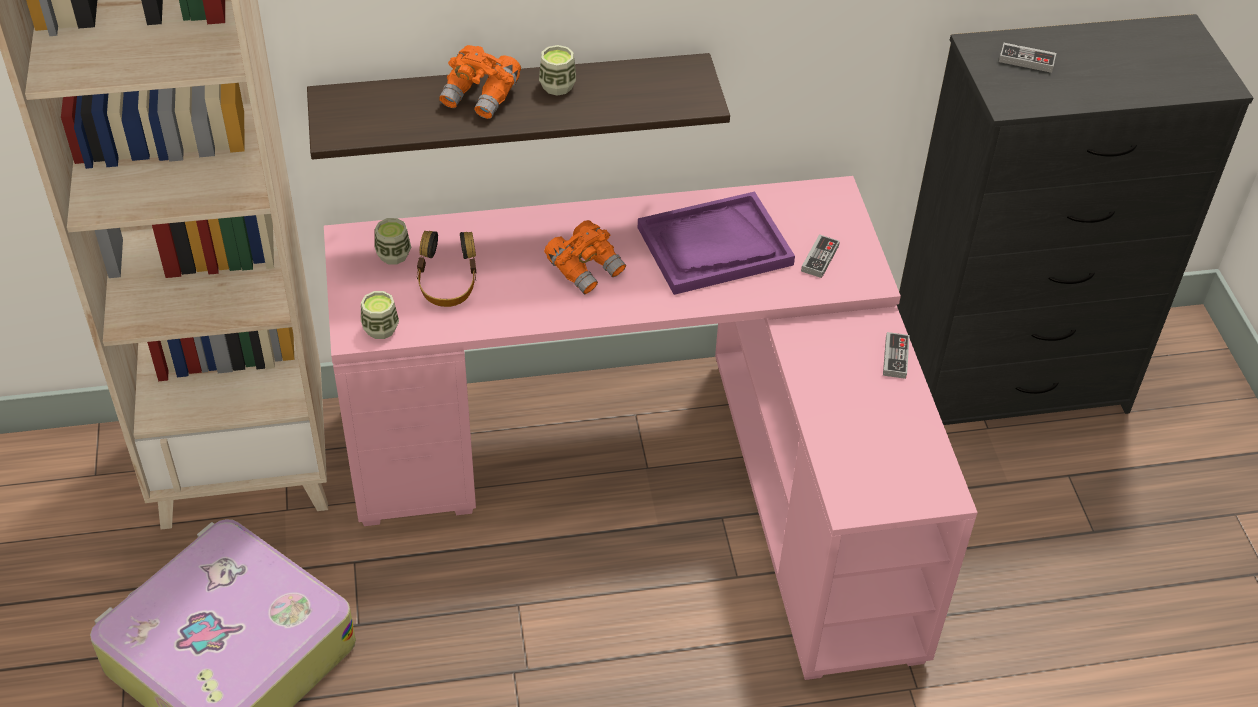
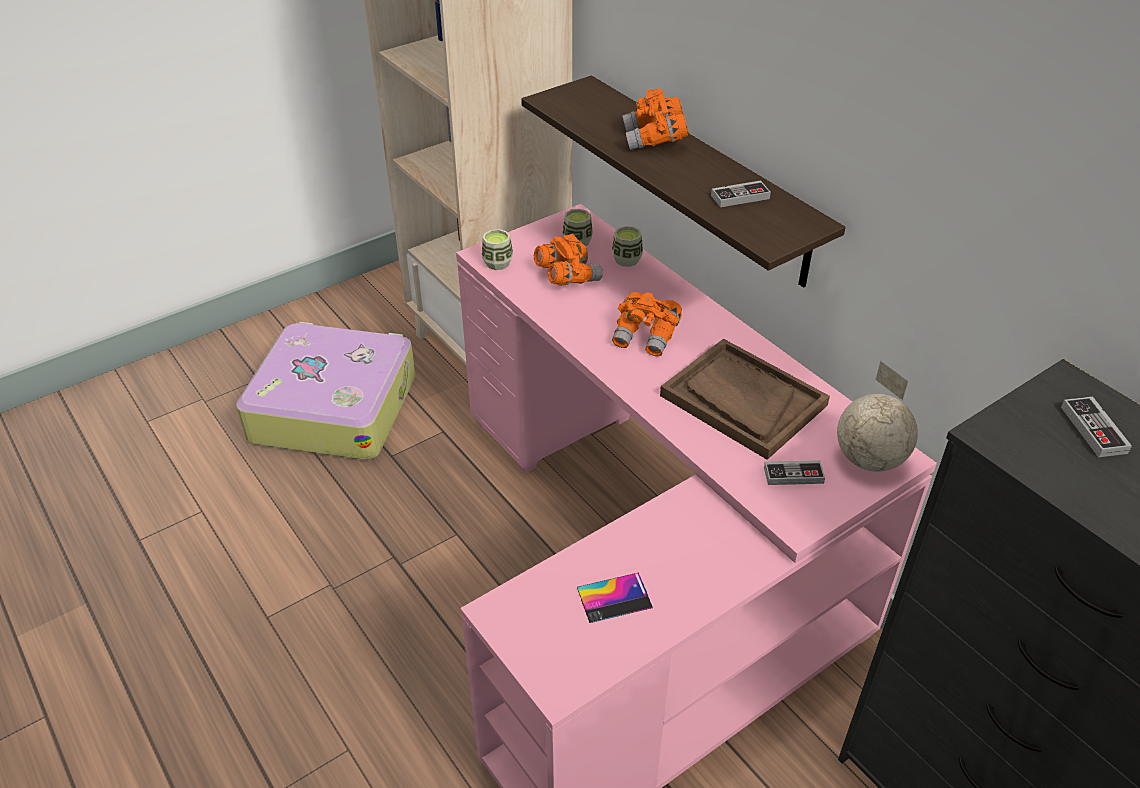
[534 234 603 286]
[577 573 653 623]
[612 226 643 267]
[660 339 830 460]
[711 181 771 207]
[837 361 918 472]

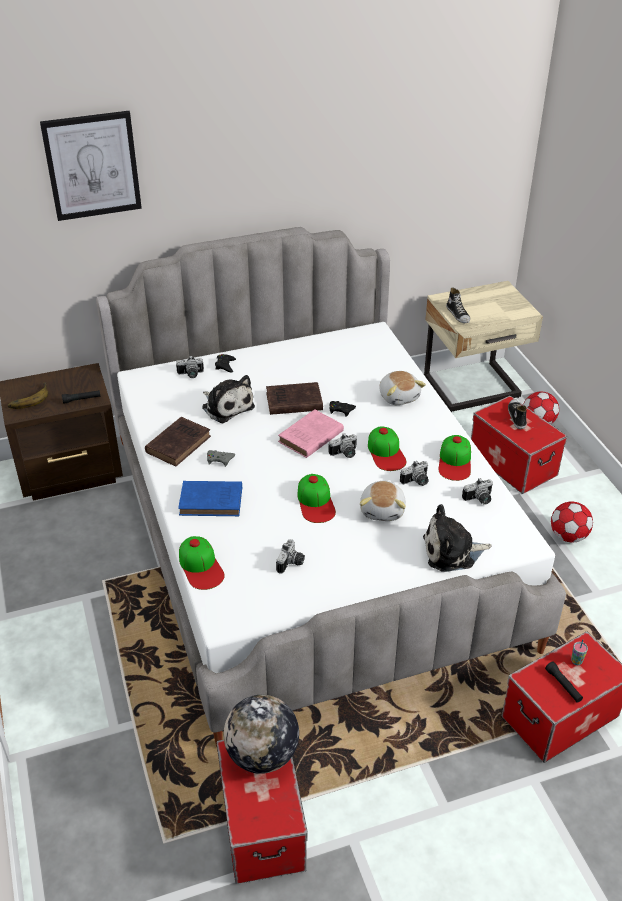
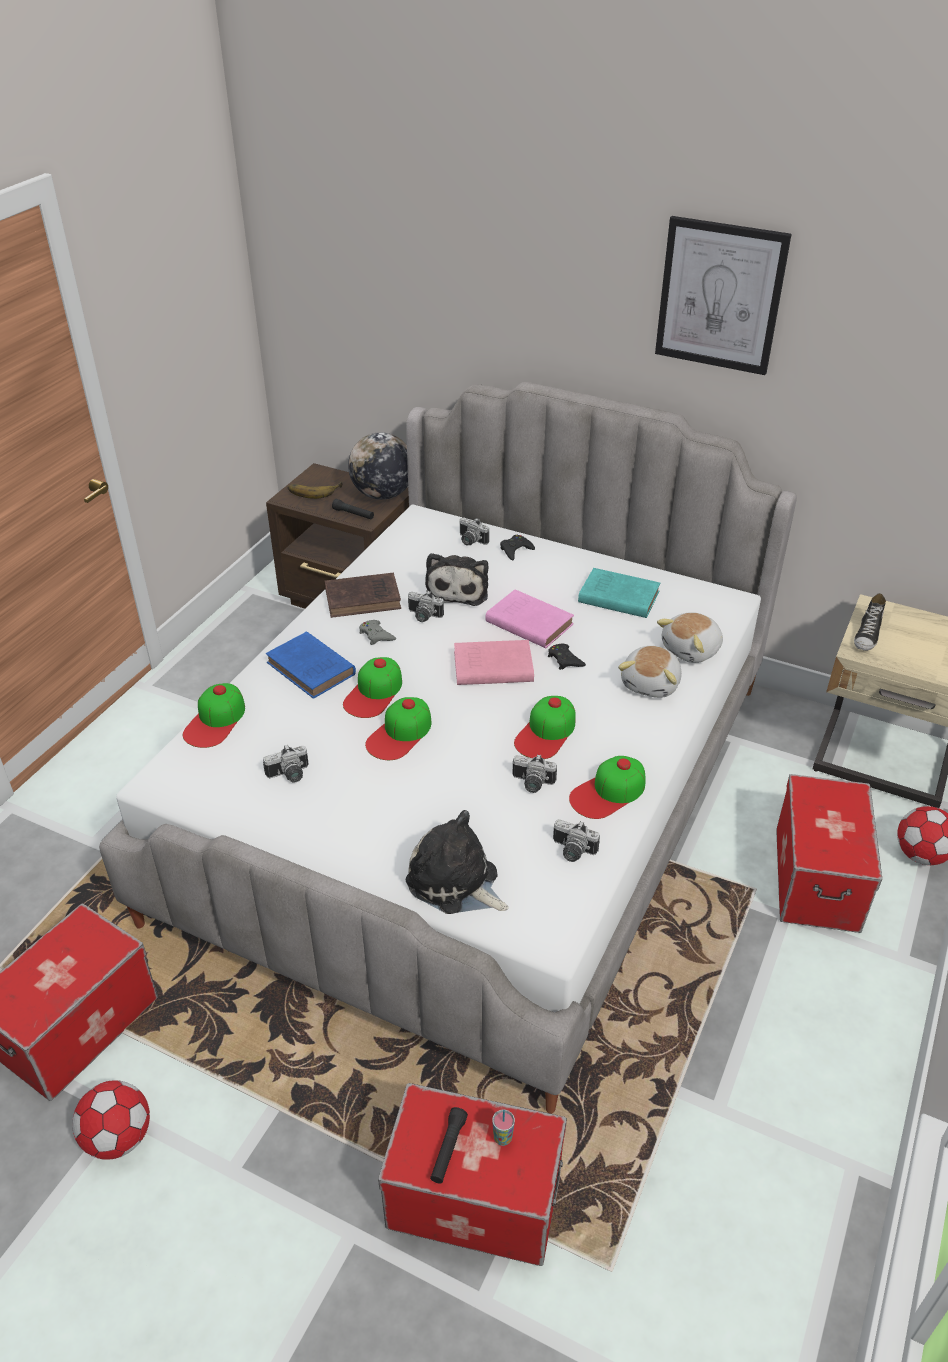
[72 1080 150 1160]
[343 657 402 718]
[348 432 408 500]
[408 591 444 622]
[485 589 574 648]
[578 568 660 618]
[655 216 792 375]
[657 612 723 663]
[508 399 527 429] (first image)

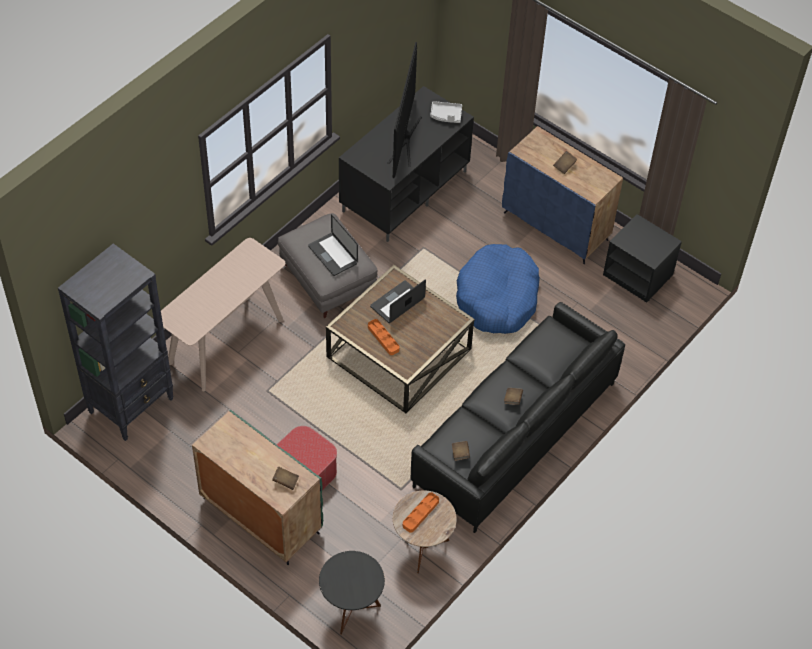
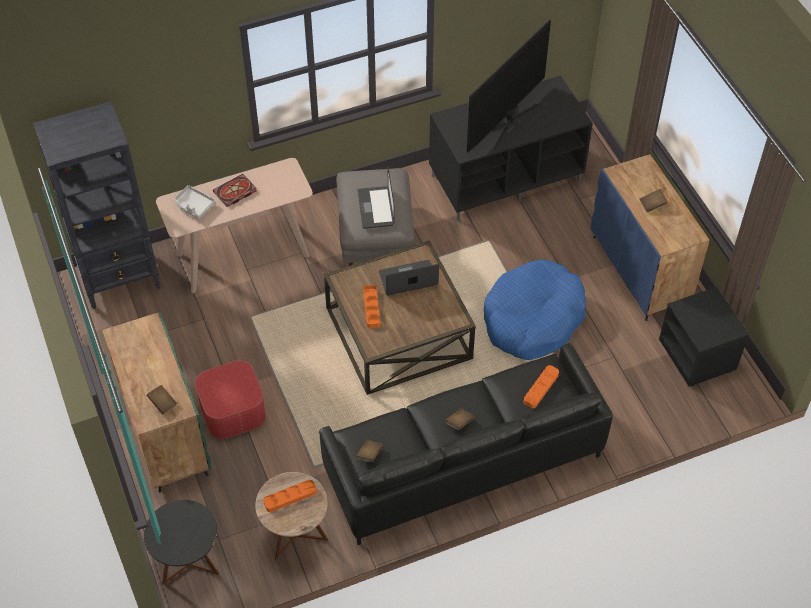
[174 185 216 219]
[213 174 257 207]
[523 365 559 408]

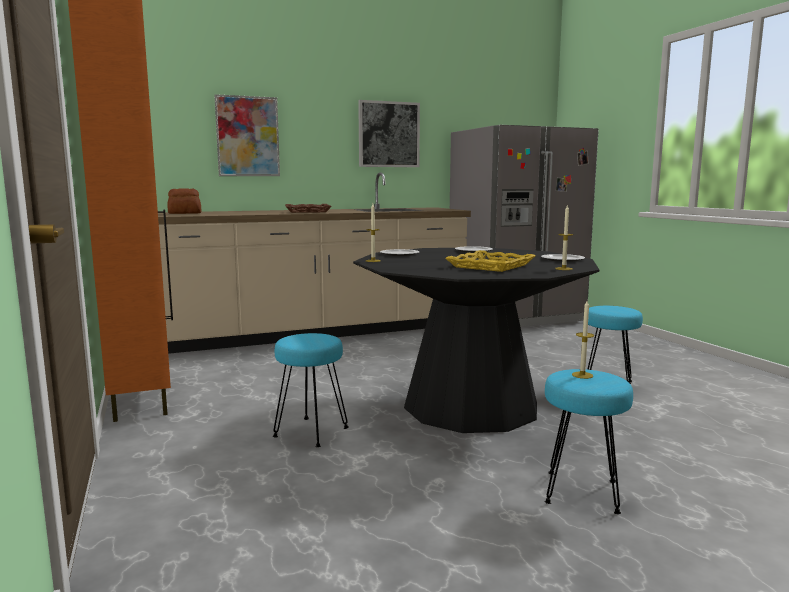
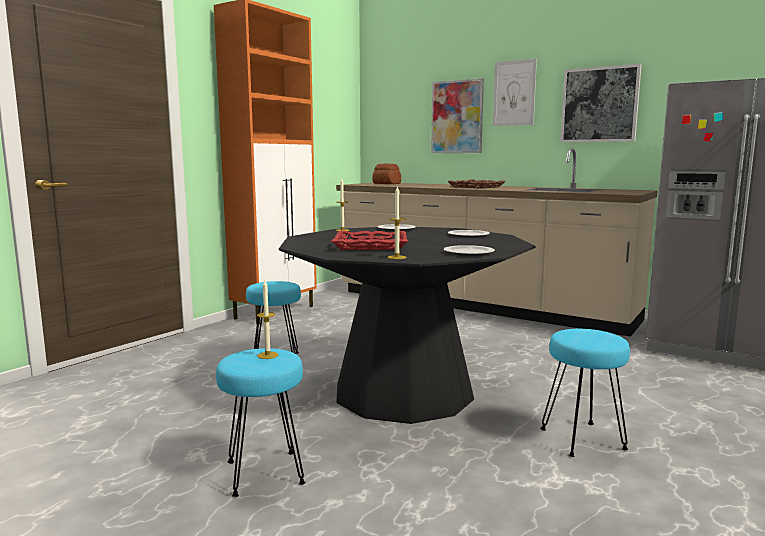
[332 231 408 250]
[493 59 537 126]

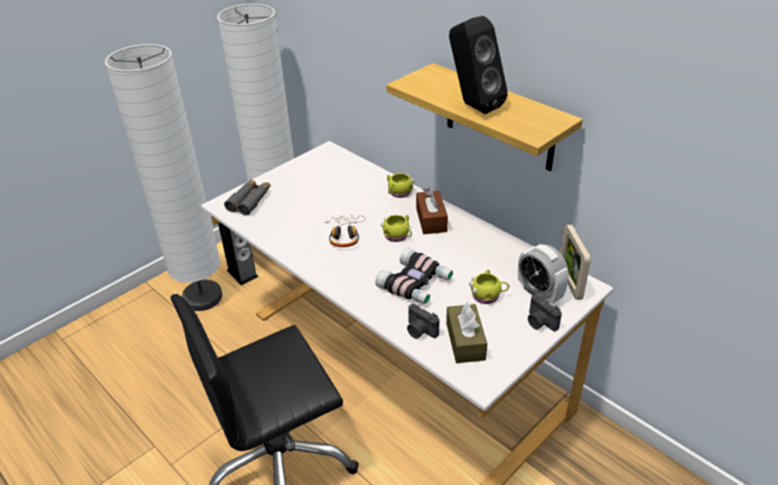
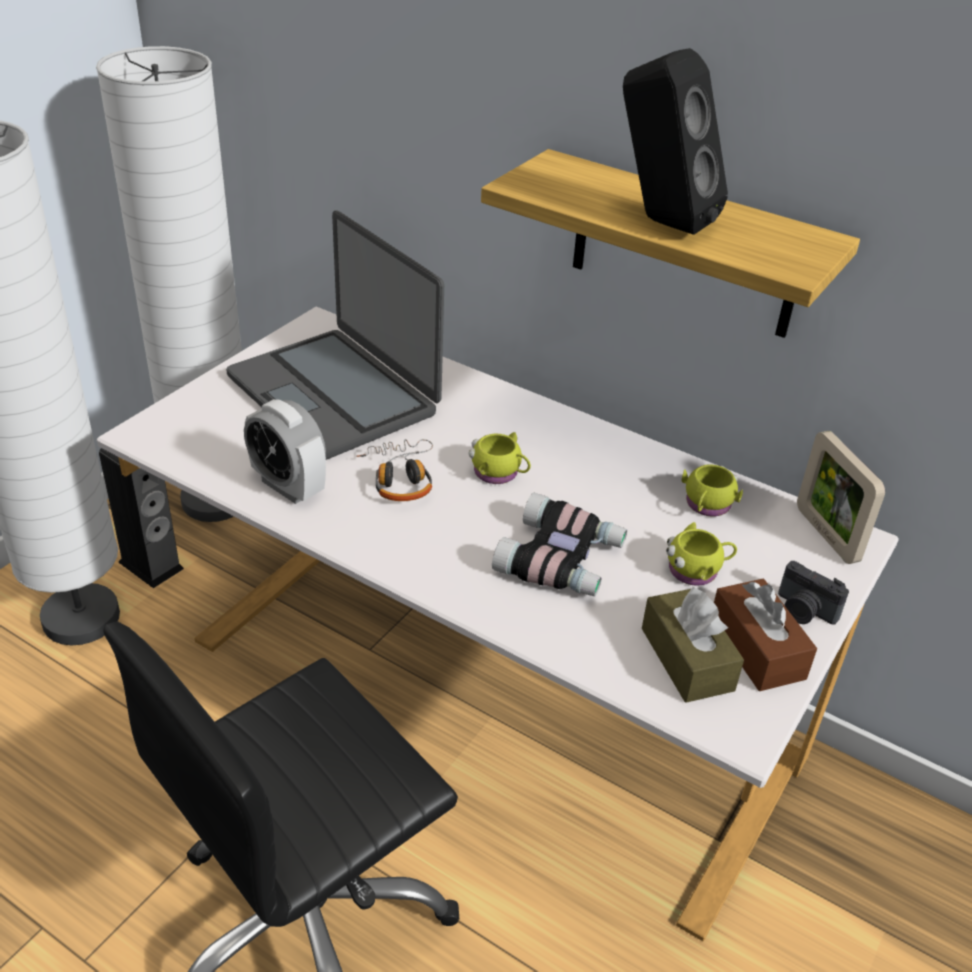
[226 210 444 460]
[244 399 326 504]
[682 464 743 516]
[714 579 817 691]
[224 179 271 215] (first image)
[407 304 439 339] (first image)

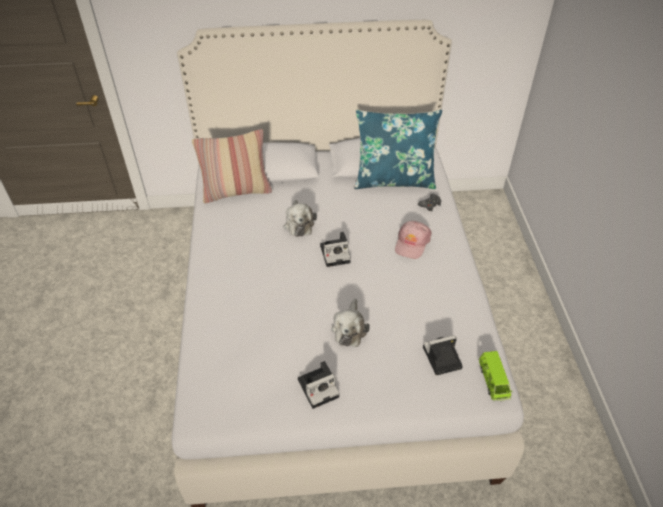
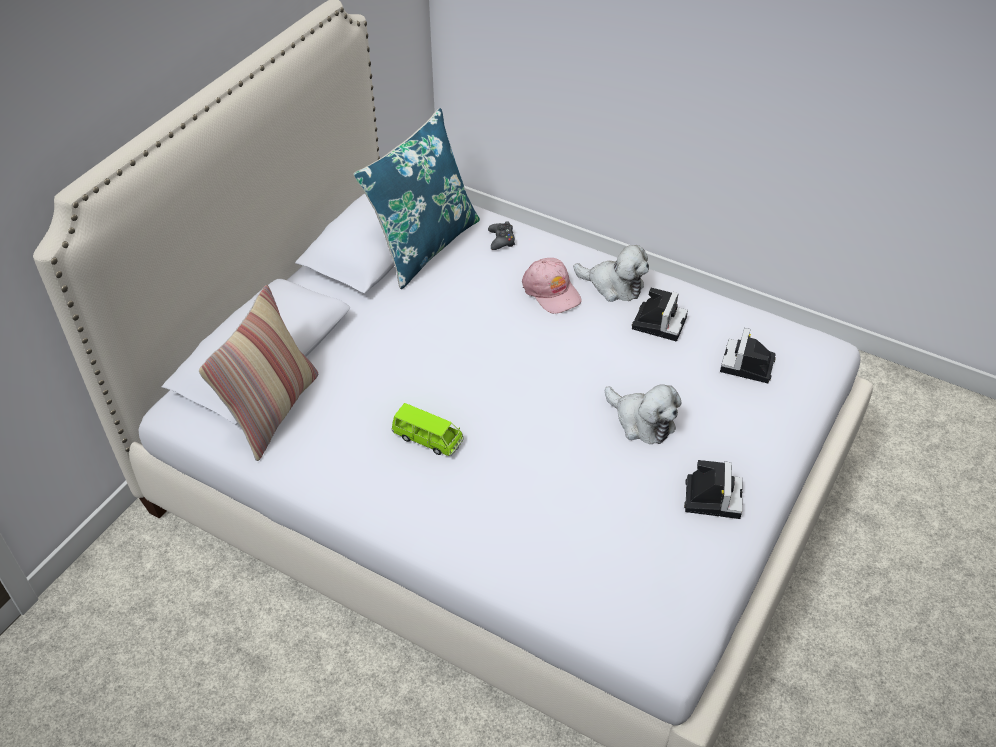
[392 403 464 456]
[573 245 649 302]
[632 288 688 341]

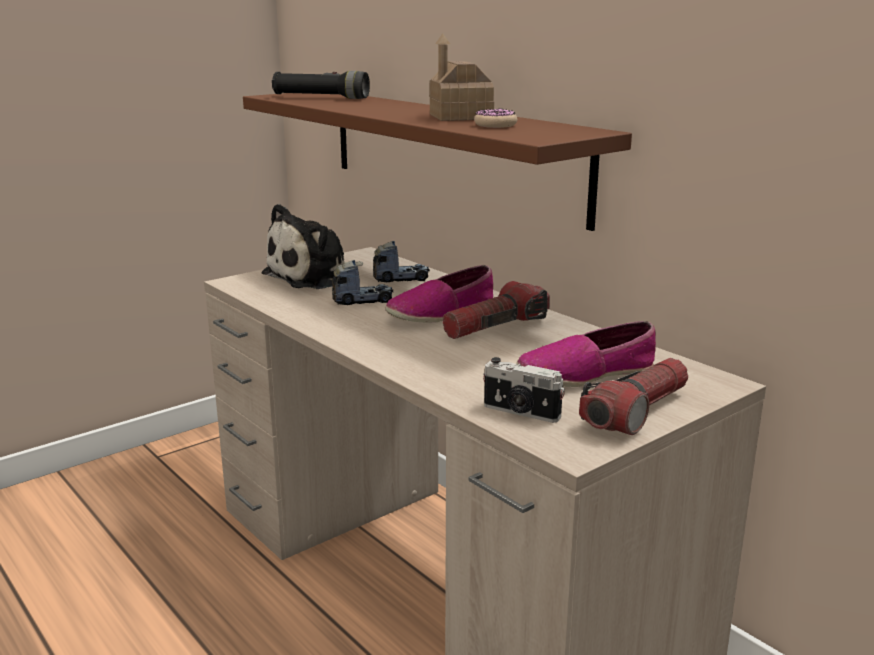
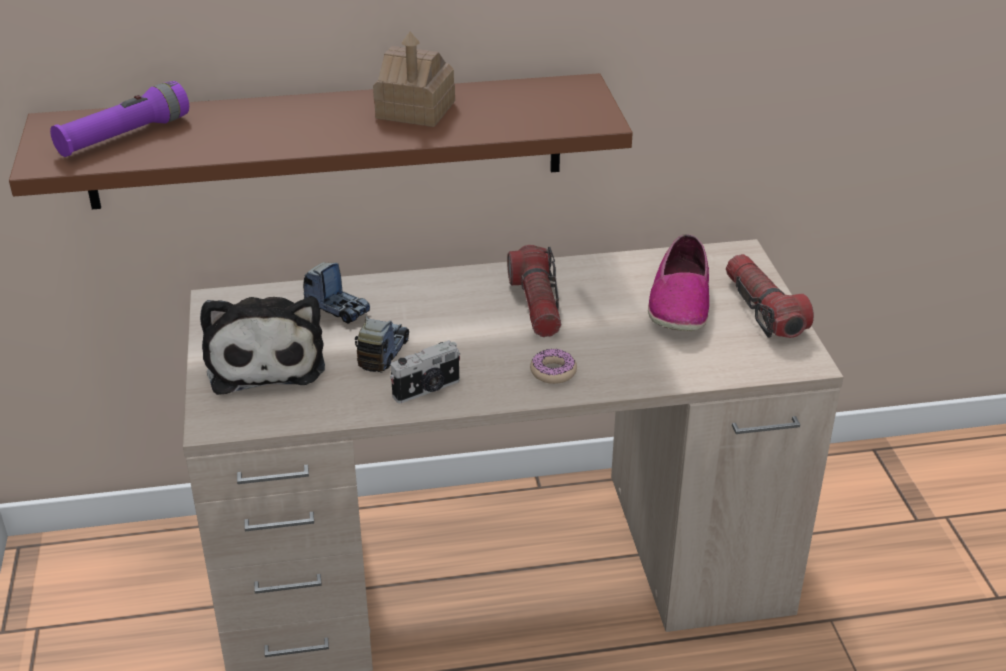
[50 81 189 157]
[303 262 370 324]
[390 340 460 403]
[530 348 577 384]
[385 265 493 322] (first image)

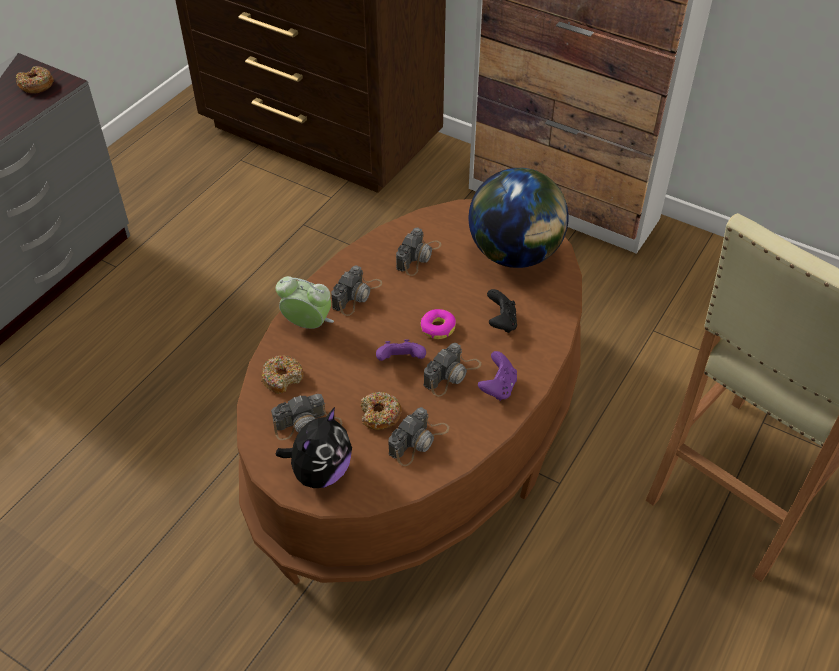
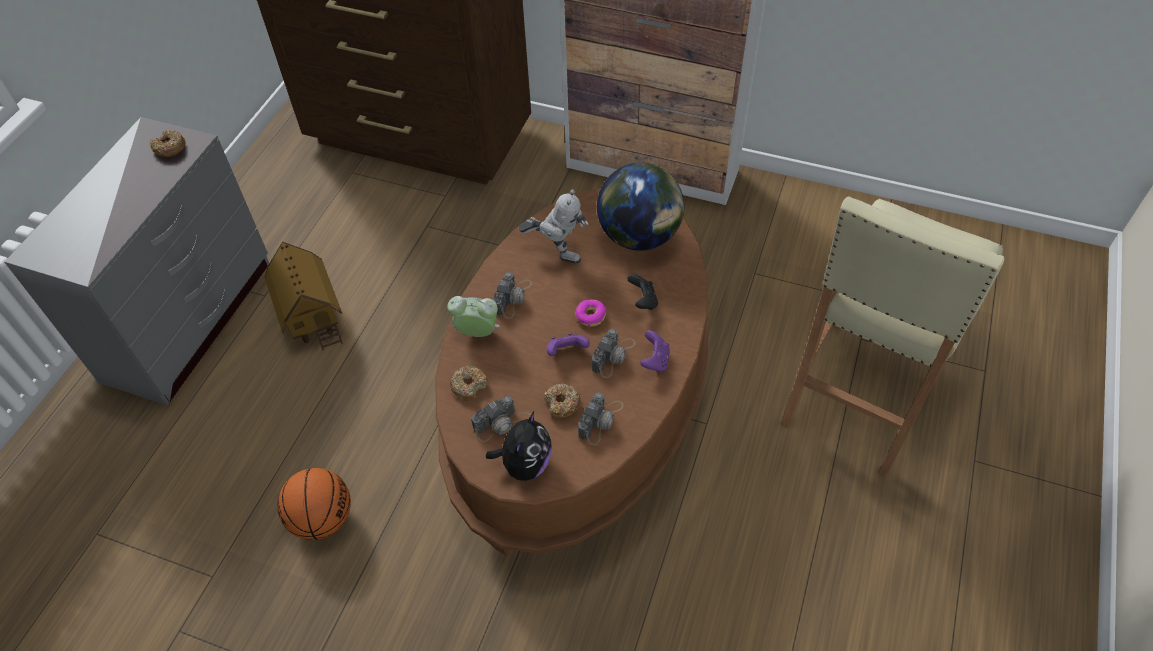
[265 242 343 350]
[277 468 351 540]
[519 189 589 264]

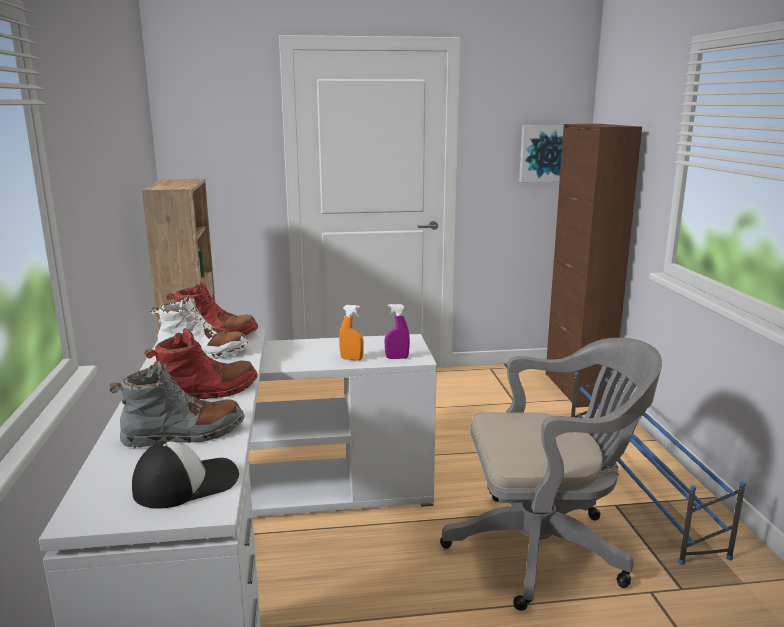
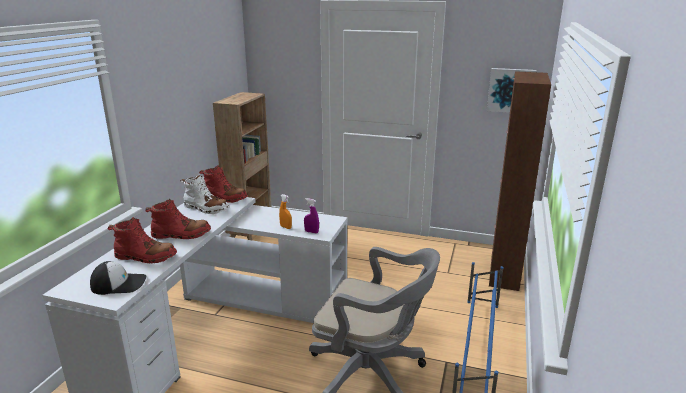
[107 217 177 263]

